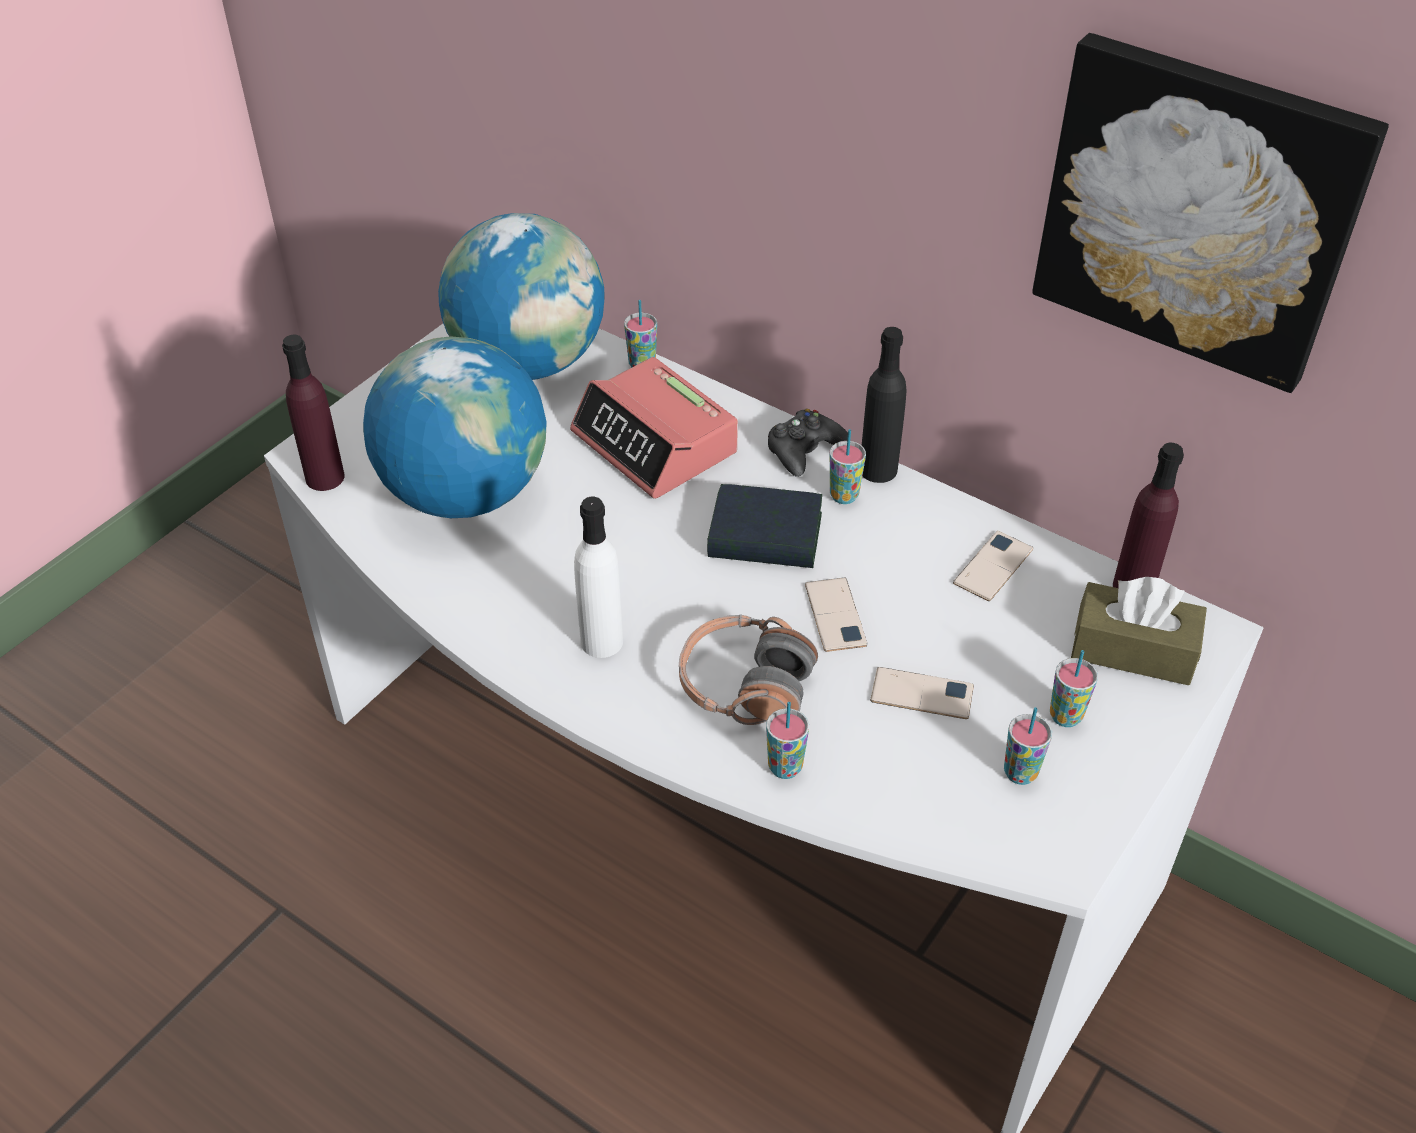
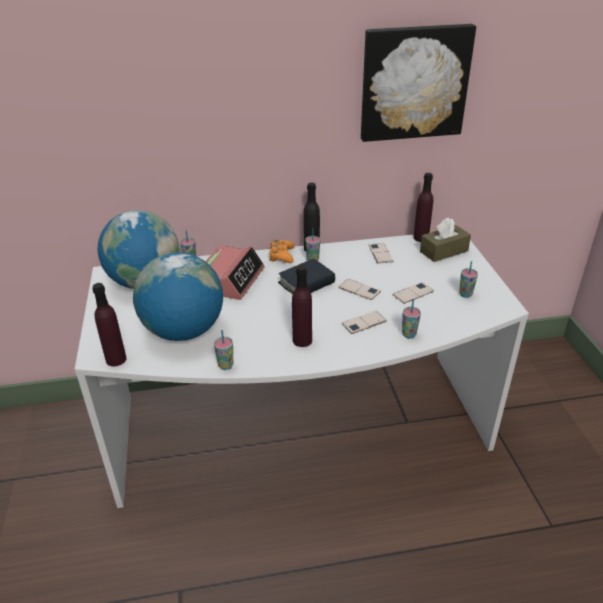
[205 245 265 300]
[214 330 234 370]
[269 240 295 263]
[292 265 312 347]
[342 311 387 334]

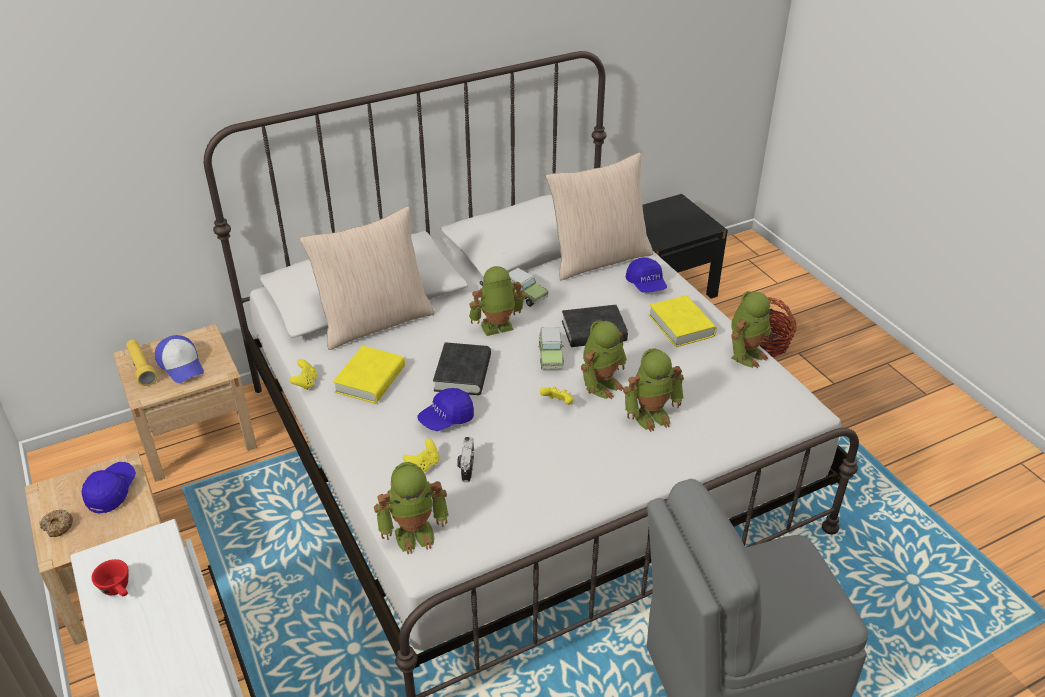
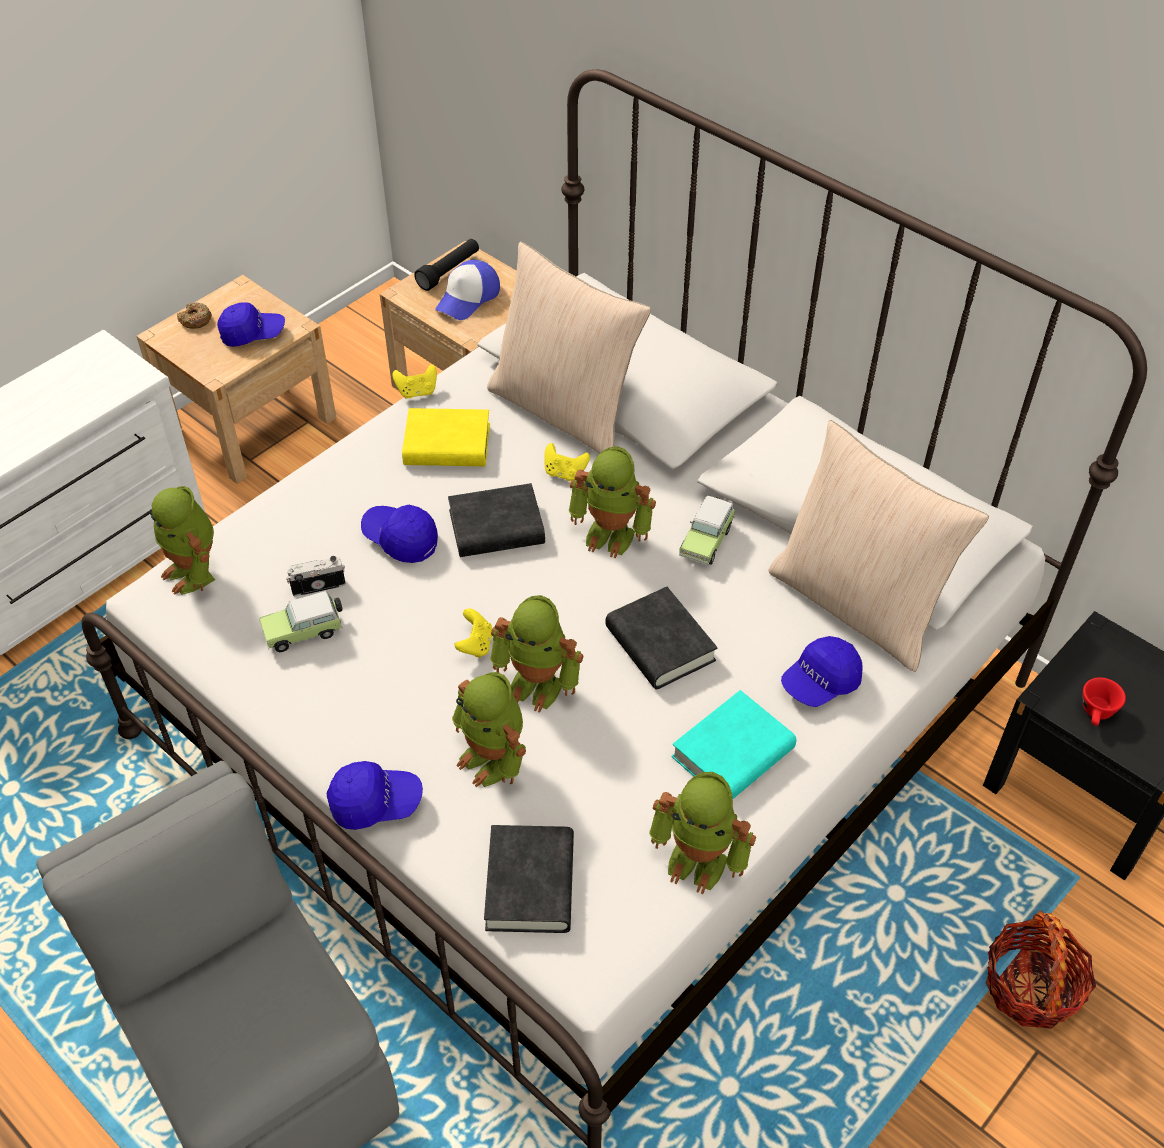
[259 591 343 652]
[326 761 423 830]
[414 239 479 291]
[484 825 574 933]
[544 443 590 481]
[569 446 656 558]
[671 690 796 799]
[1083 677 1126 726]

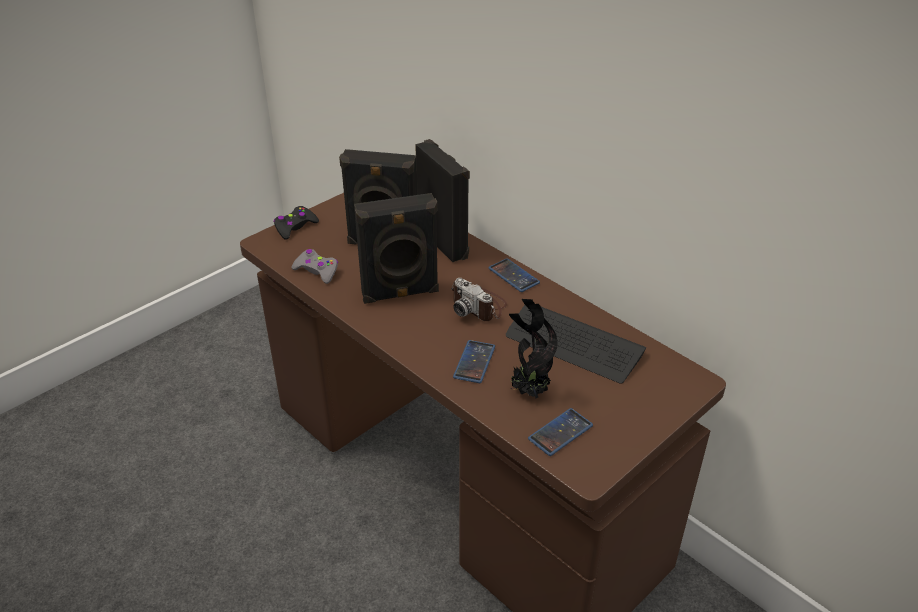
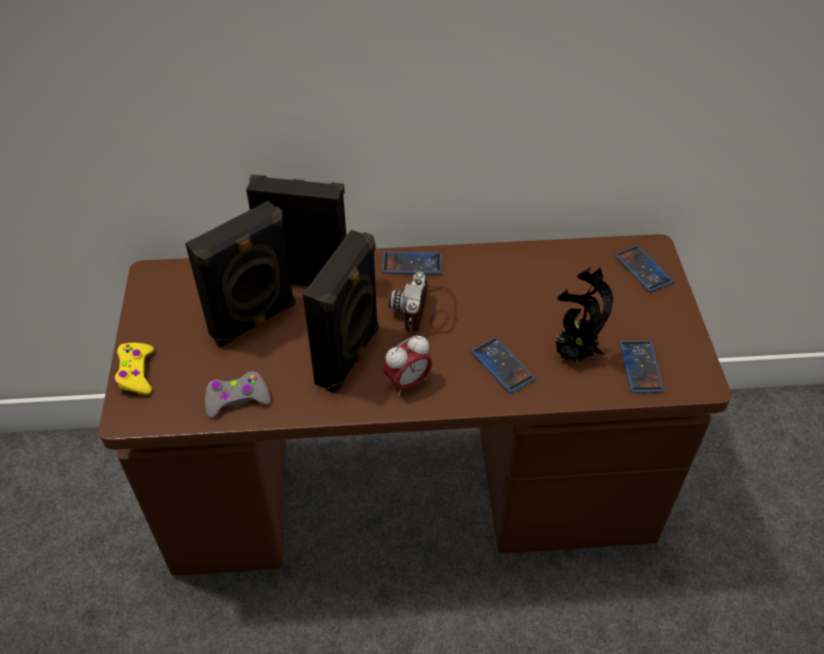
[114 343 154 395]
[383 336 432 396]
[389 272 457 337]
[615 245 673 292]
[506 305 646 384] (first image)

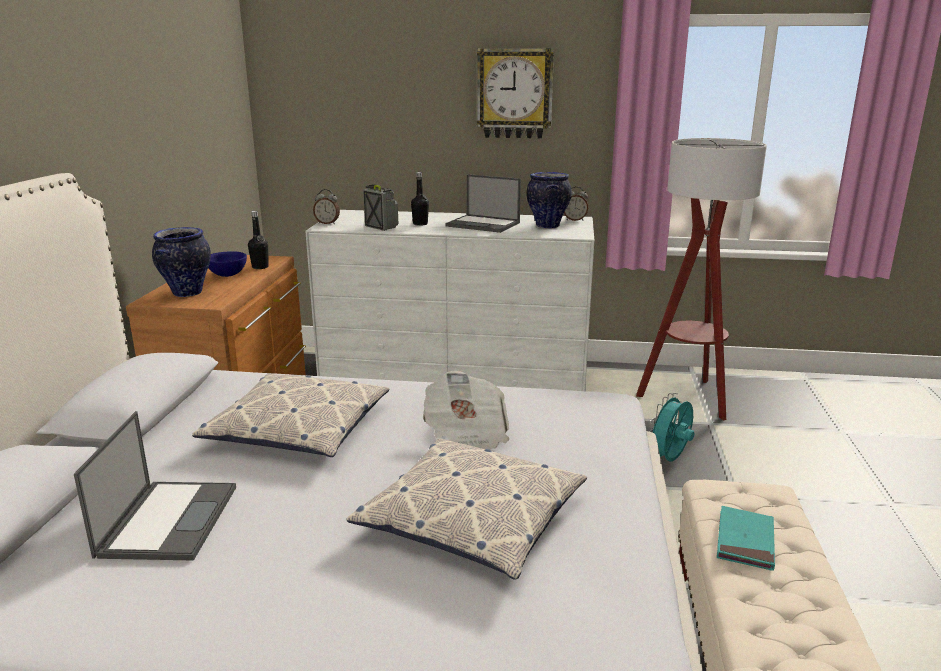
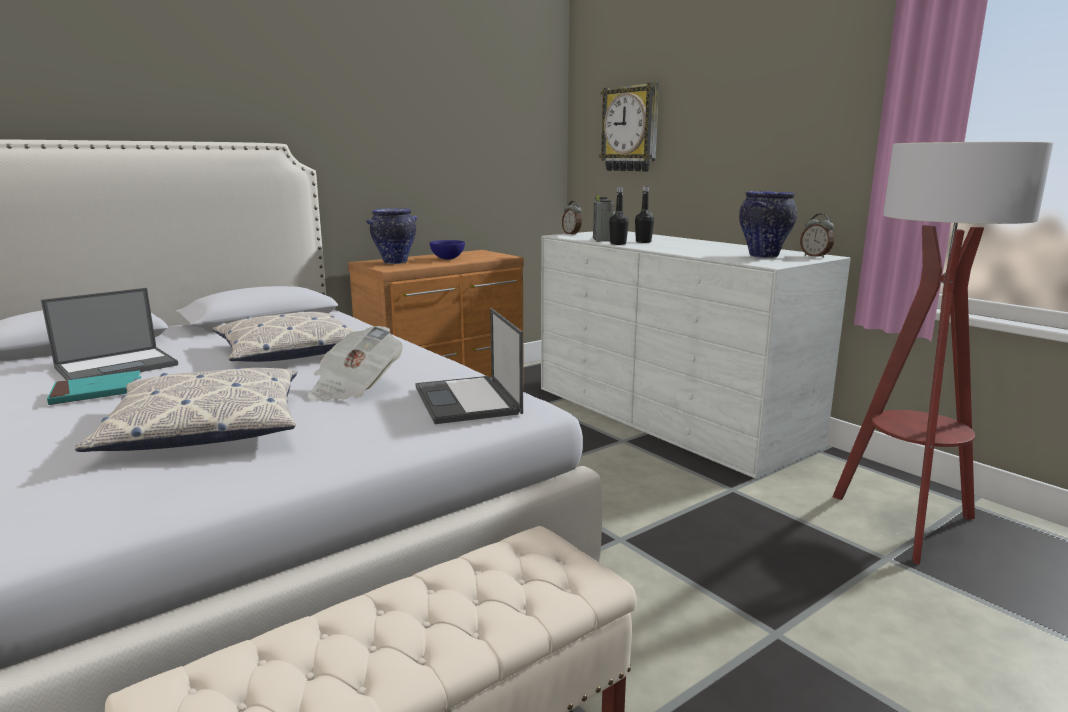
[47 370 141 405]
[415 308 523 424]
[599 83 659 171]
[609 187 629 245]
[649 393 694 462] (first image)

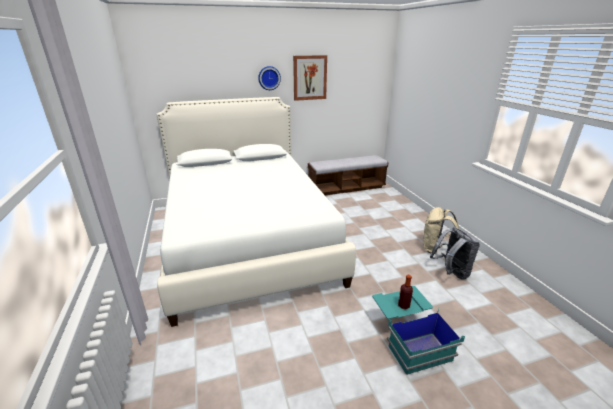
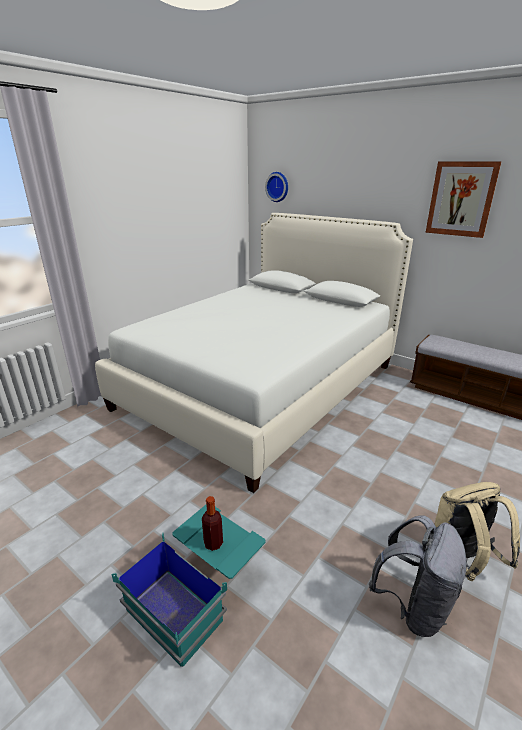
[265 172 288 202]

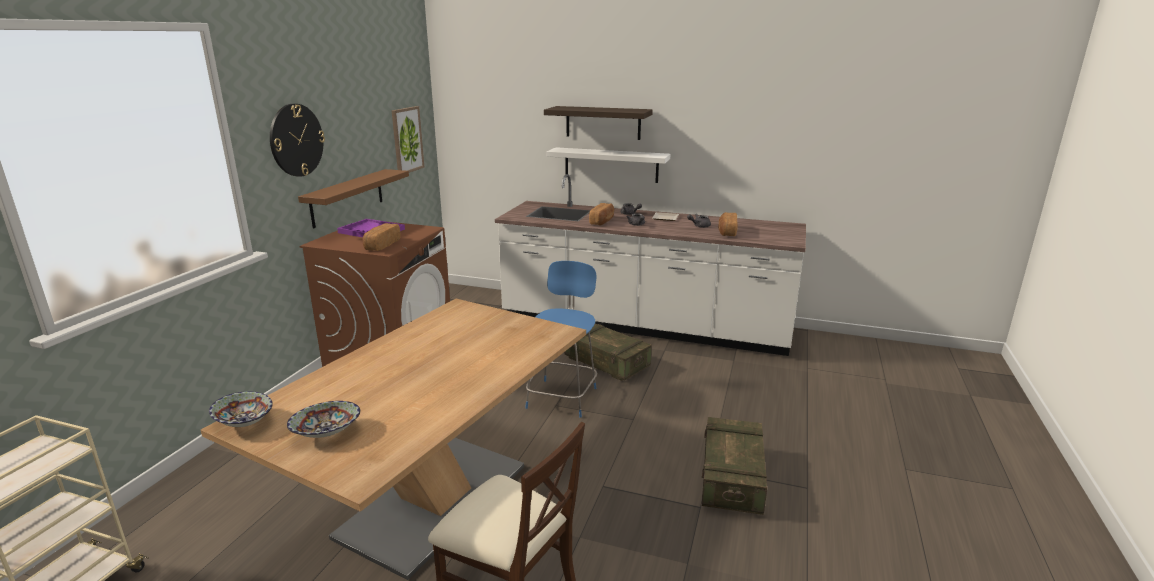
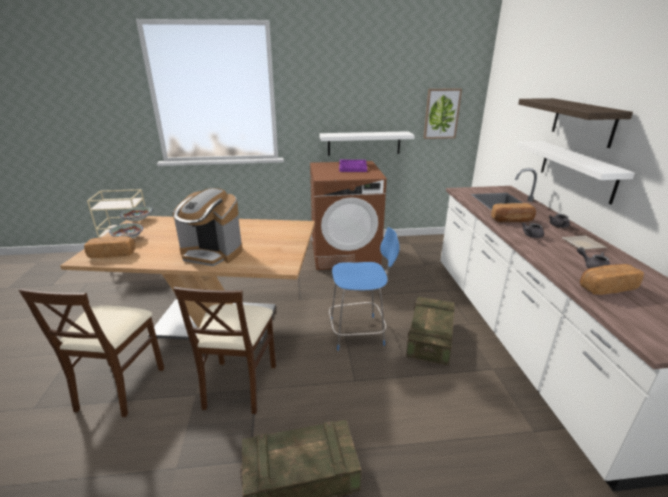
[84 236 135 258]
[172 188 242 266]
[173 287 276 414]
[320 131 415 156]
[270 104 325 177] (first image)

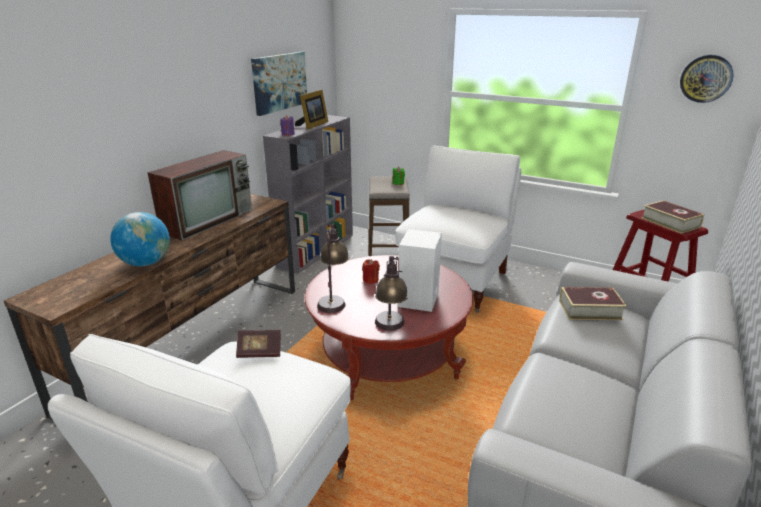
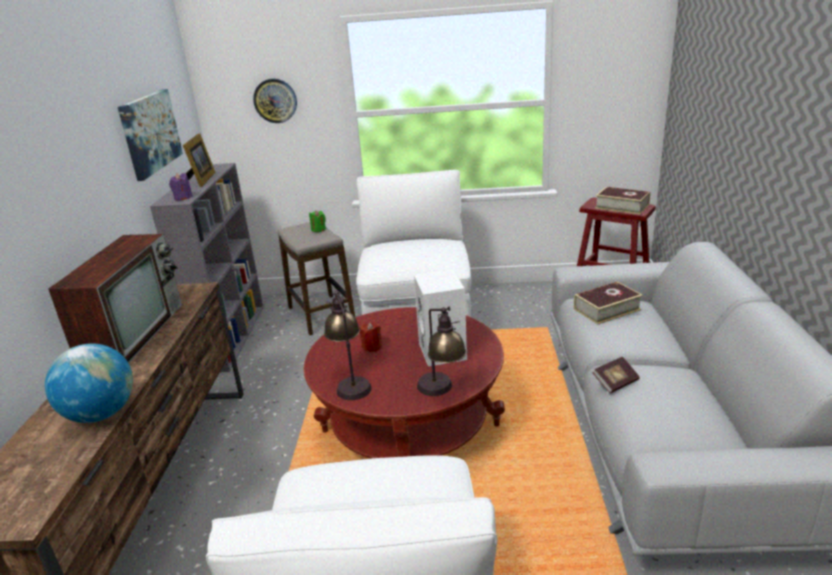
[253 79 297 123]
[593 357 640 393]

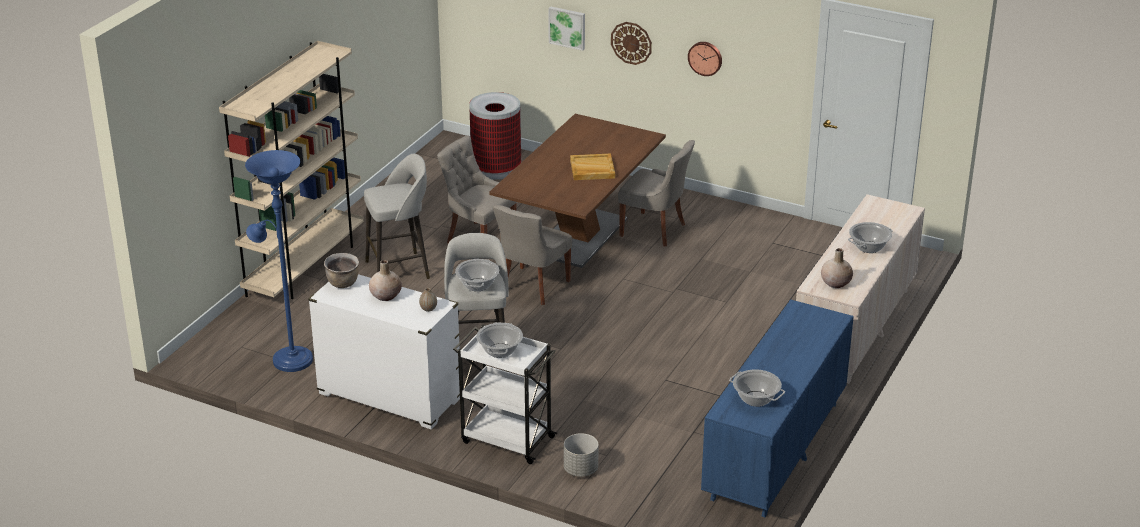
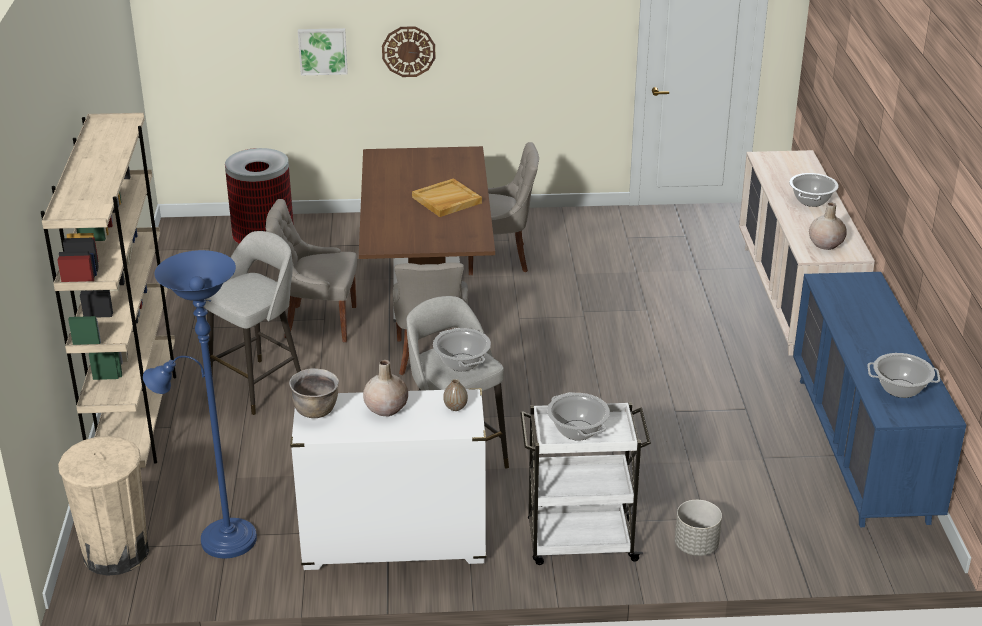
[58 436 149 576]
[688 42 722 76] (first image)

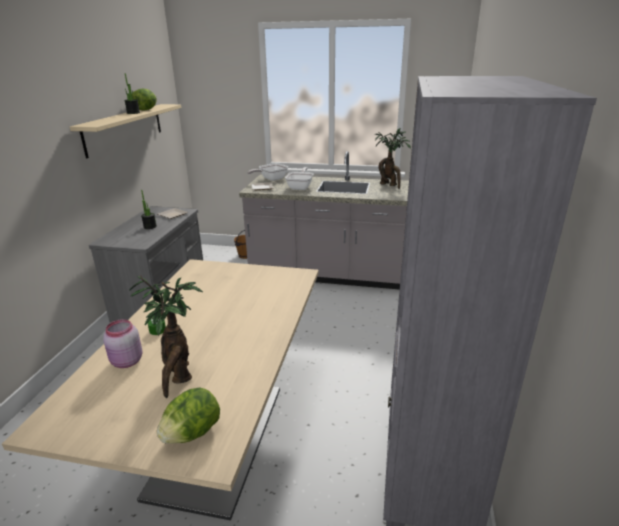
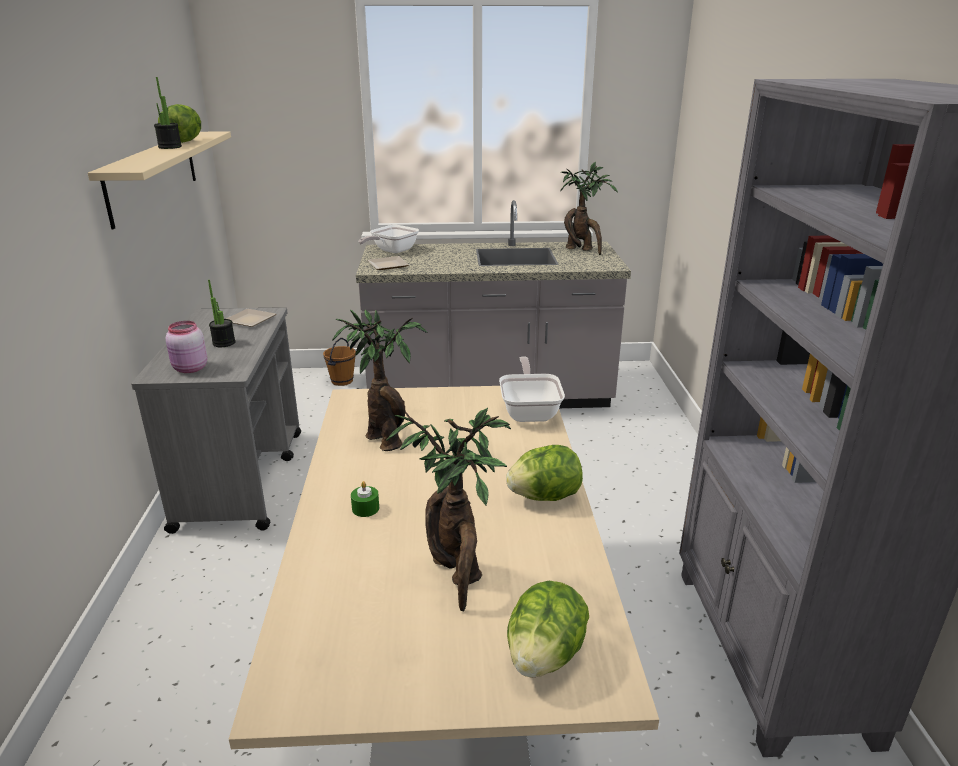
[166 321 207 373]
[332 309 428 451]
[499 356 565 422]
[506 445 583 501]

